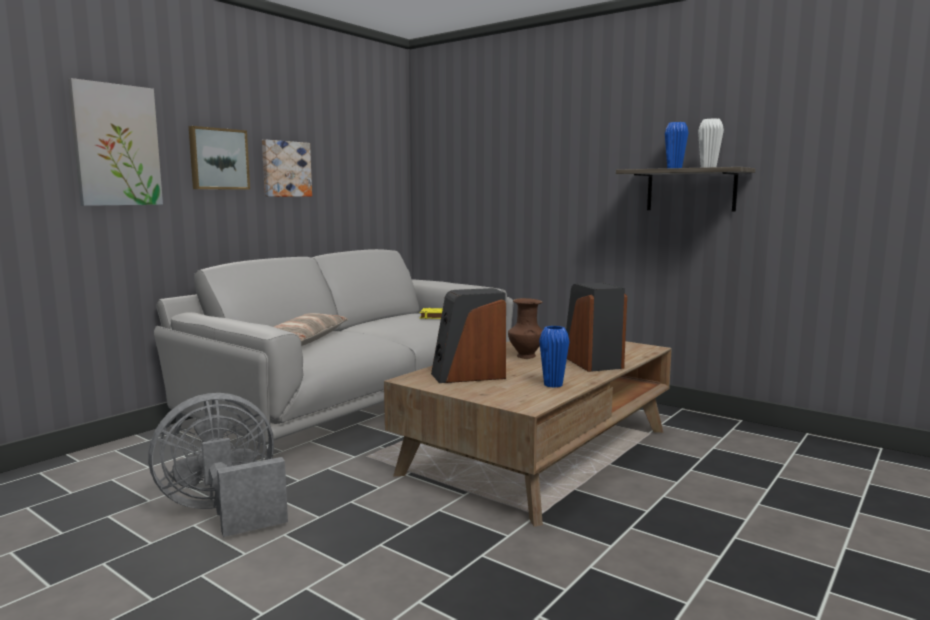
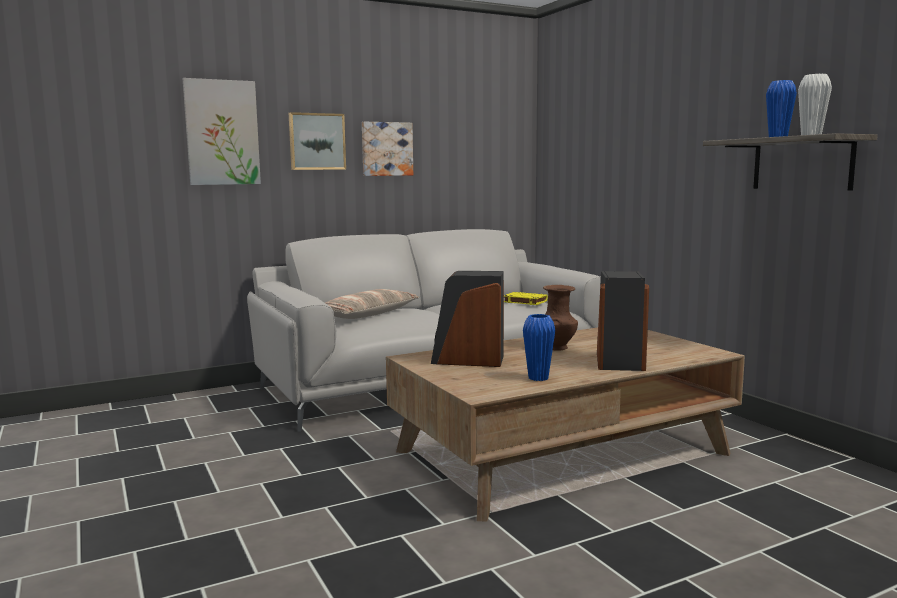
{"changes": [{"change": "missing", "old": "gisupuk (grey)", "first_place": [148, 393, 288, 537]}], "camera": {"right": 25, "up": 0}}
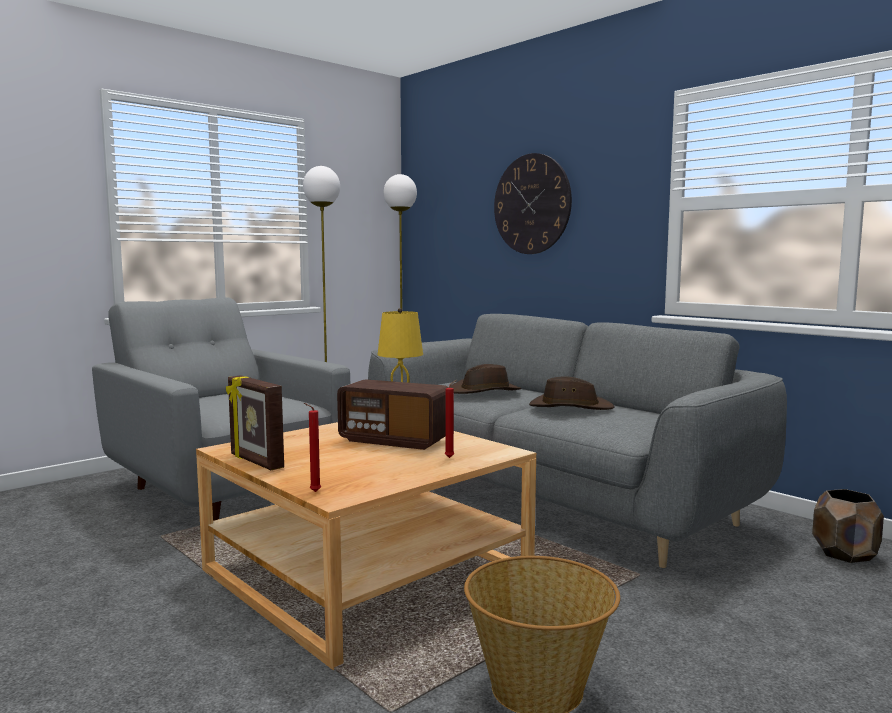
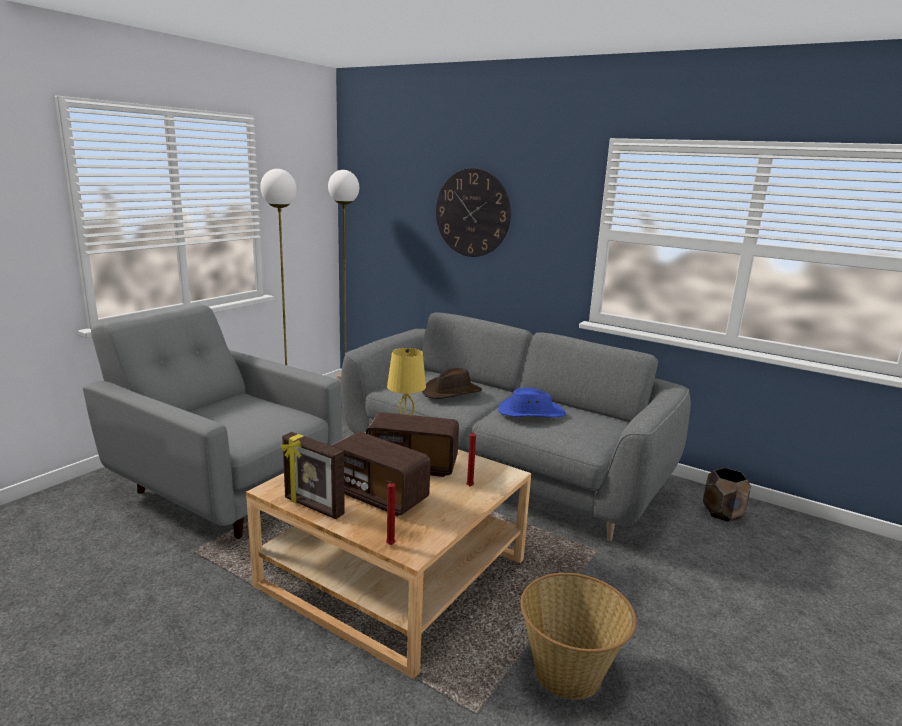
{"changes": [{"change": "colour", "old": "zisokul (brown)", "new": "zisokul (blue)", "first_place": [529, 376, 614, 410], "second_place": [498, 387, 566, 418]}, {"change": "appeared", "new": "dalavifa", "second_place": [331, 432, 431, 516]}], "camera": {"right": -15, "up": 10}}
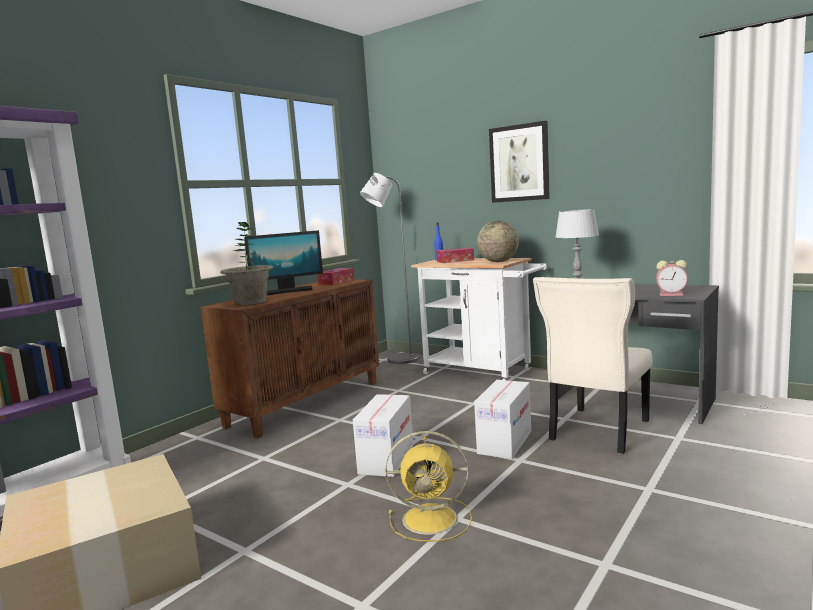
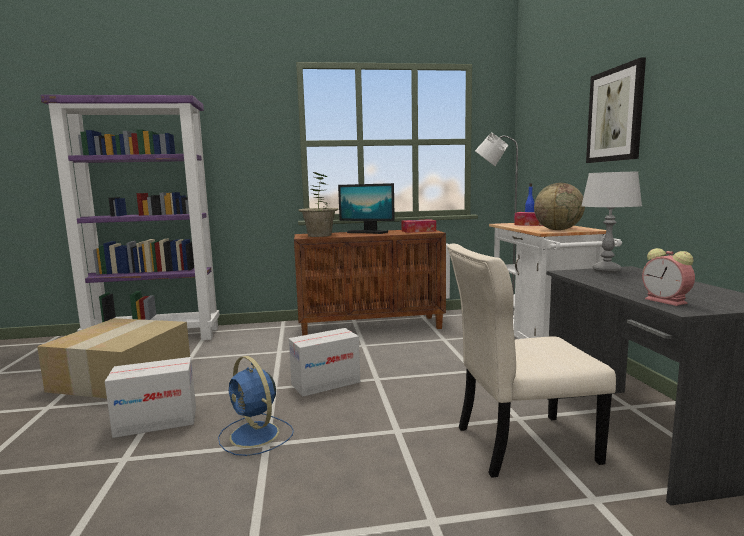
{"changes": [{"change": "relocated", "old": "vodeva", "first_place": [474, 380, 531, 459], "second_place": [105, 357, 196, 438]}, {"change": "colour", "old": "gisupuk (yellow)", "new": "gisupuk (blue)", "first_place": [385, 431, 472, 541], "second_place": [218, 356, 294, 456]}], "camera": {"right": 45, "up": 0}}
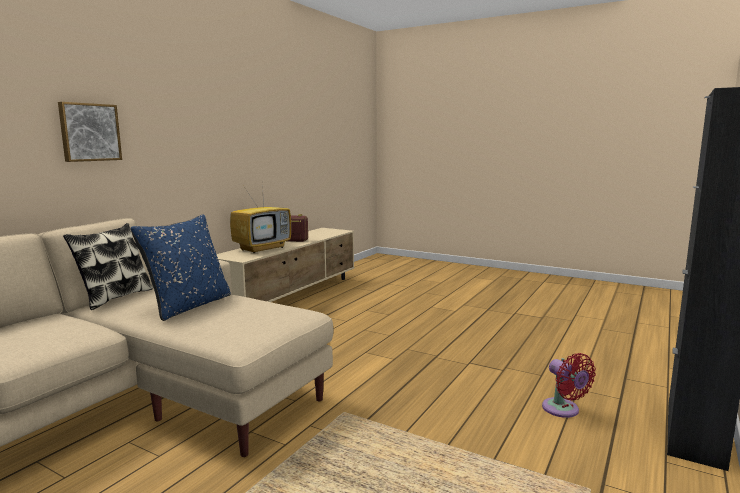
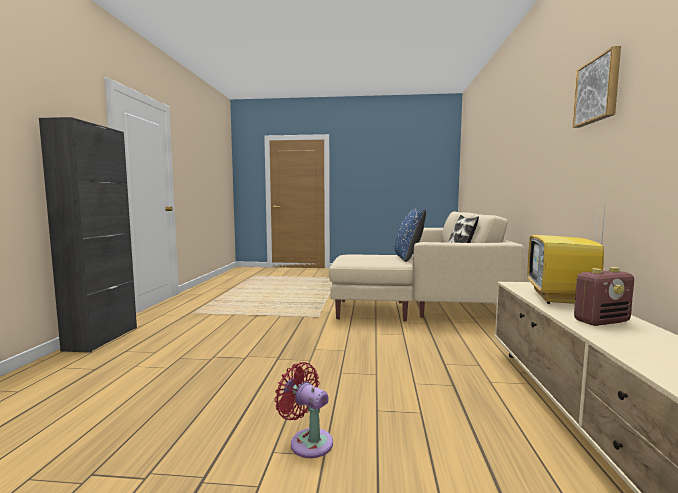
{"changes": [{"change": "relocated", "old": "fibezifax", "first_place": [58, 102, 122, 162], "second_place": [572, 46, 621, 128]}, {"change": "relocated", "old": "gisupuk (red)", "first_place": [542, 353, 596, 418], "second_place": [274, 362, 333, 458]}], "camera": {"right": 155, "up": -5}}
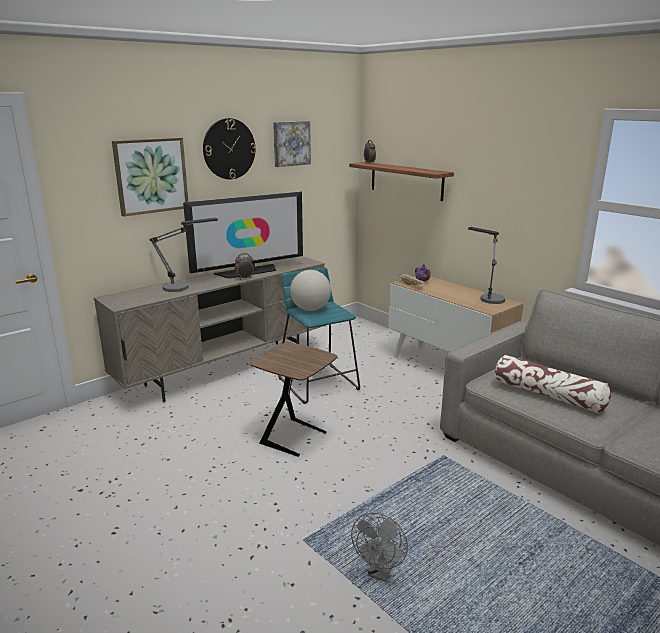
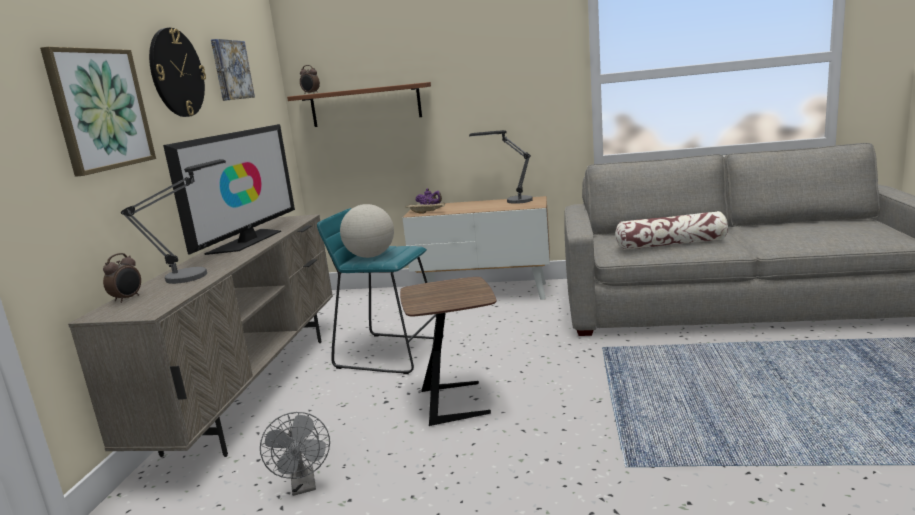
{"changes": [{"change": "relocated", "old": "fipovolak", "first_place": [234, 253, 254, 279], "second_place": [103, 253, 141, 303]}, {"change": "relocated", "old": "gisupuk (grey)", "first_place": [351, 513, 408, 582], "second_place": [260, 412, 330, 496]}], "camera": {"right": -40, "up": -5}}
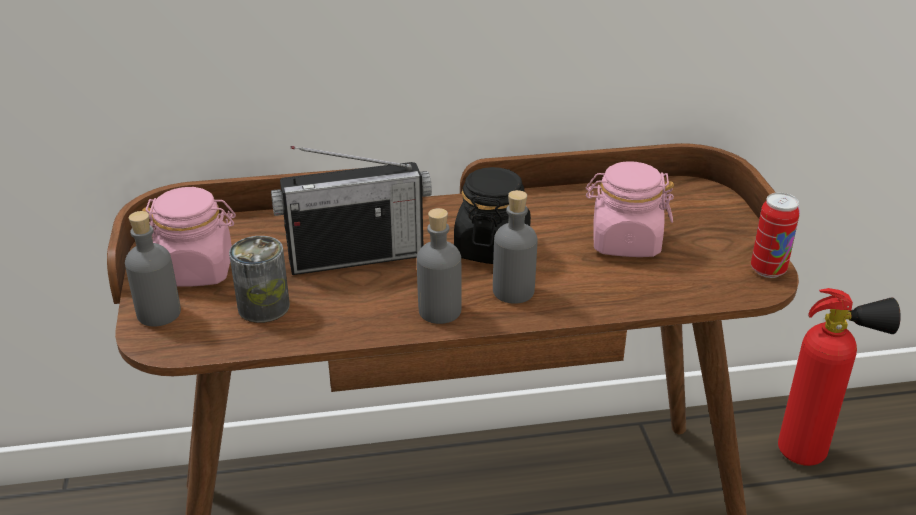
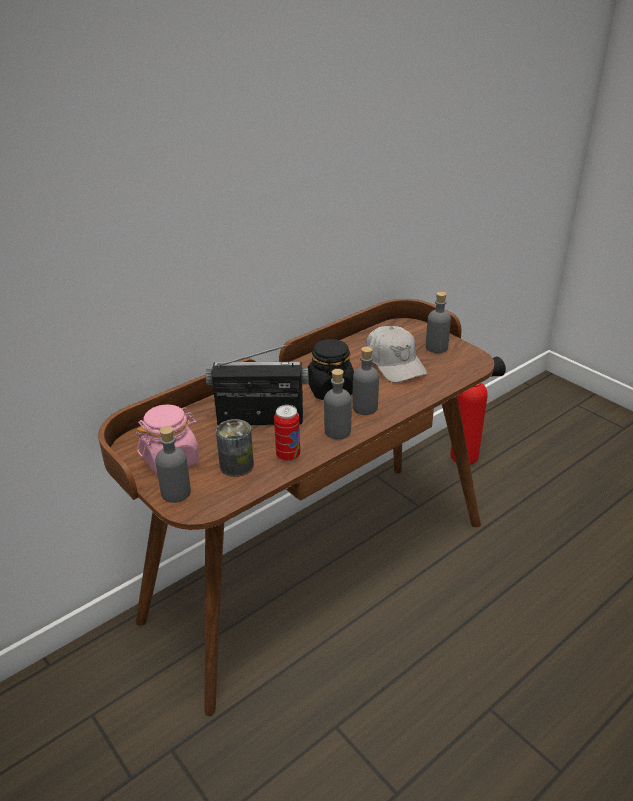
{"changes": [{"change": "spun", "old": "dalavifa", "first_place": [271, 146, 432, 275], "second_place": [206, 343, 308, 425], "degrees": -135}, {"change": "exchanged", "old": "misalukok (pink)", "new": "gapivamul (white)", "first_place": [586, 161, 674, 257], "second_place": [366, 326, 427, 383]}, {"change": "relocated", "old": "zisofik", "first_place": [751, 193, 800, 278], "second_place": [274, 405, 300, 462]}, {"change": "appeared", "new": "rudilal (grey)", "second_place": [426, 292, 451, 353]}], "camera": {"right": -30, "up": 0}}
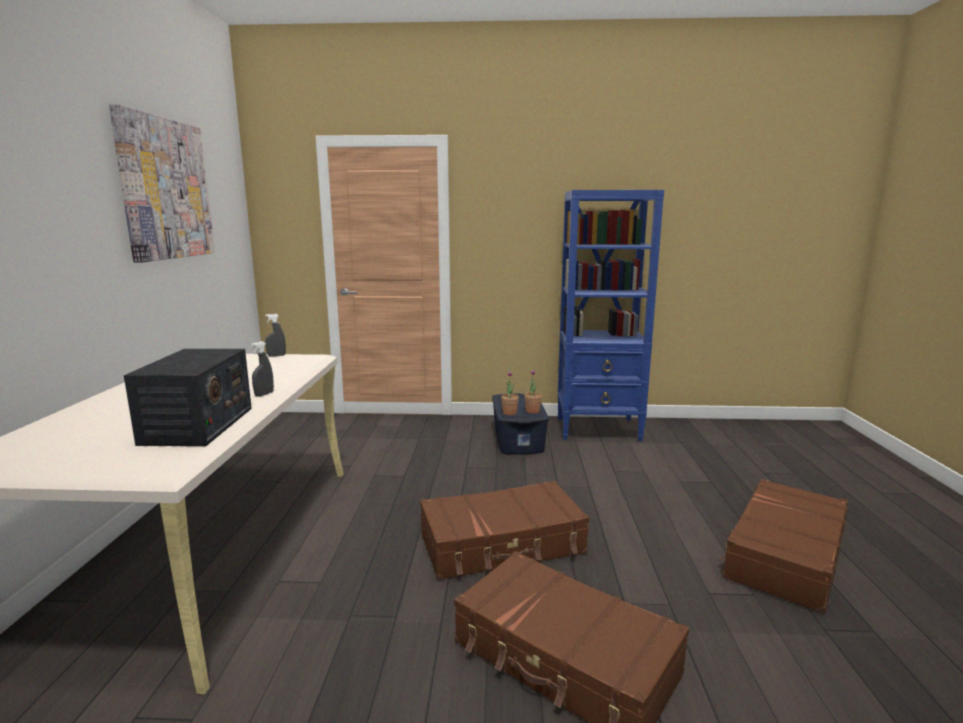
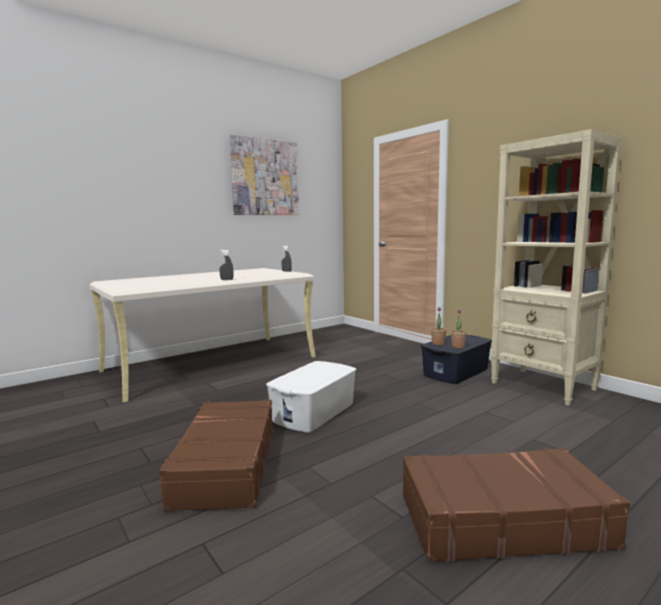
{"changes": [{"change": "colour", "old": "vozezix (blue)", "new": "vozezix (beige)", "first_place": [558, 190, 664, 441], "second_place": [491, 129, 622, 406]}, {"change": "missing", "old": "dalavifa", "first_place": [124, 349, 252, 446]}, {"change": "exchanged", "old": "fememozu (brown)", "new": "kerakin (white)", "first_place": [420, 481, 589, 580], "second_place": [266, 361, 356, 433]}], "camera": {"right": 50, "up": -5}}
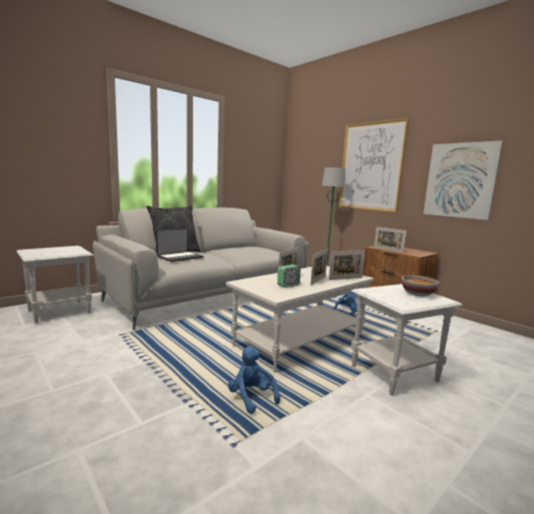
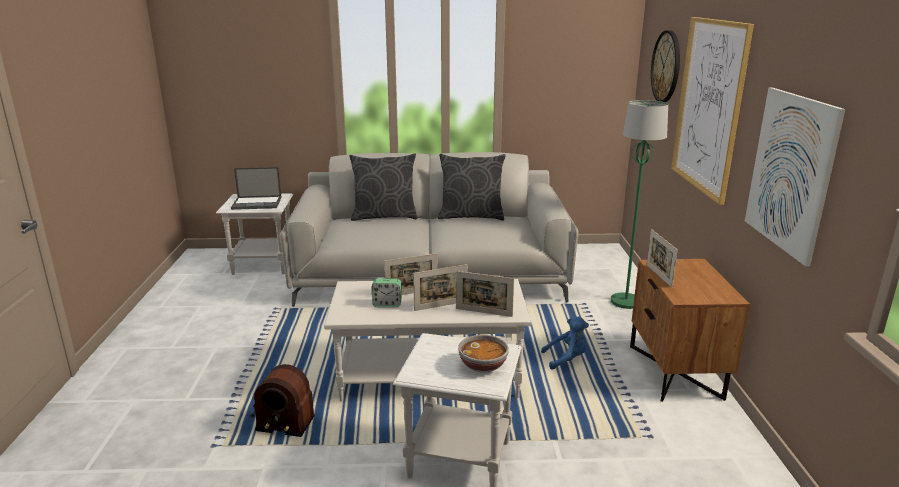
{"changes": [{"change": "relocated", "old": "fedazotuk", "first_place": [156, 228, 204, 262], "second_place": [231, 167, 282, 210]}, {"change": "exchanged", "old": "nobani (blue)", "new": "dalavifa", "first_place": [228, 346, 280, 414], "second_place": [250, 364, 315, 437]}, {"change": "appeared", "new": "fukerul", "second_place": [651, 30, 680, 102]}, {"change": "appeared", "new": "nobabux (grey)", "second_place": [438, 154, 506, 221]}], "camera": {"right": 40, "up": 10}}
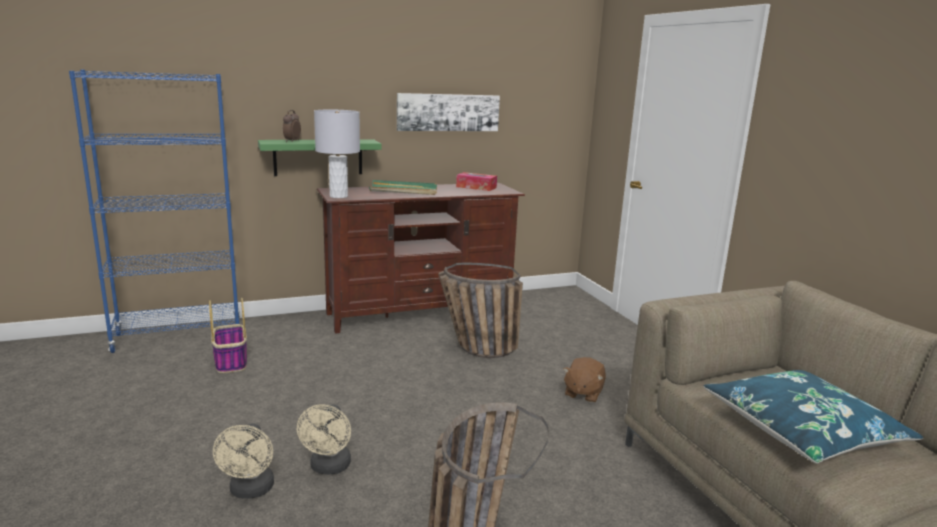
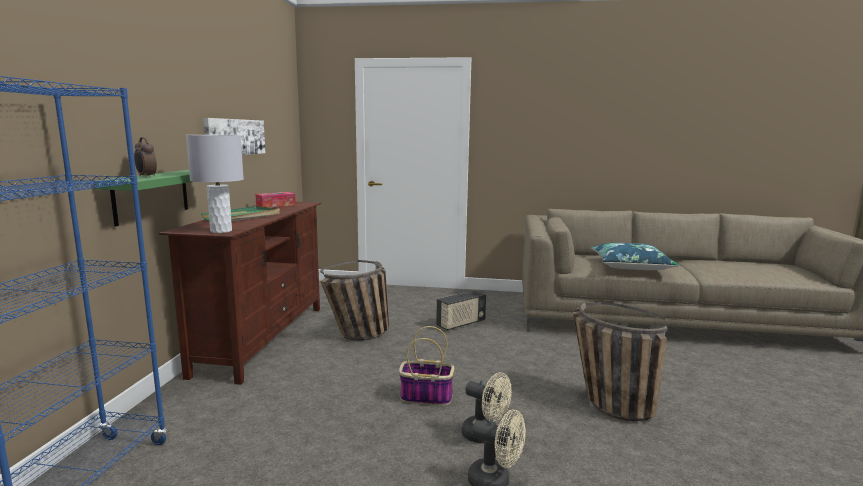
{"changes": [{"change": "relocated", "old": "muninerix", "first_place": [209, 298, 247, 373], "second_place": [399, 326, 454, 406]}, {"change": "exchanged", "old": "nobani (brown)", "new": "dalavifa", "first_place": [563, 357, 606, 403], "second_place": [436, 290, 486, 330]}], "camera": {"right": -60, "up": -5}}
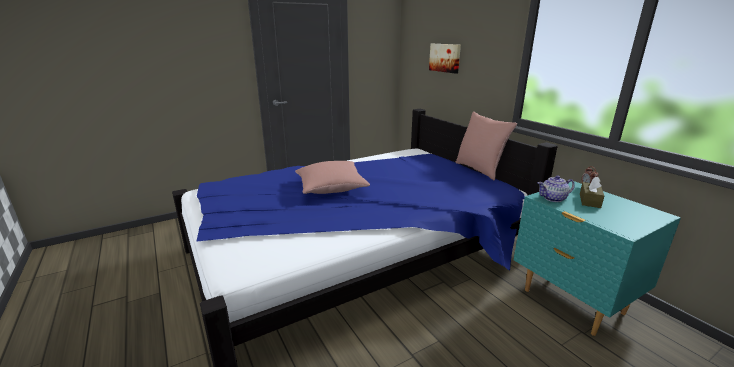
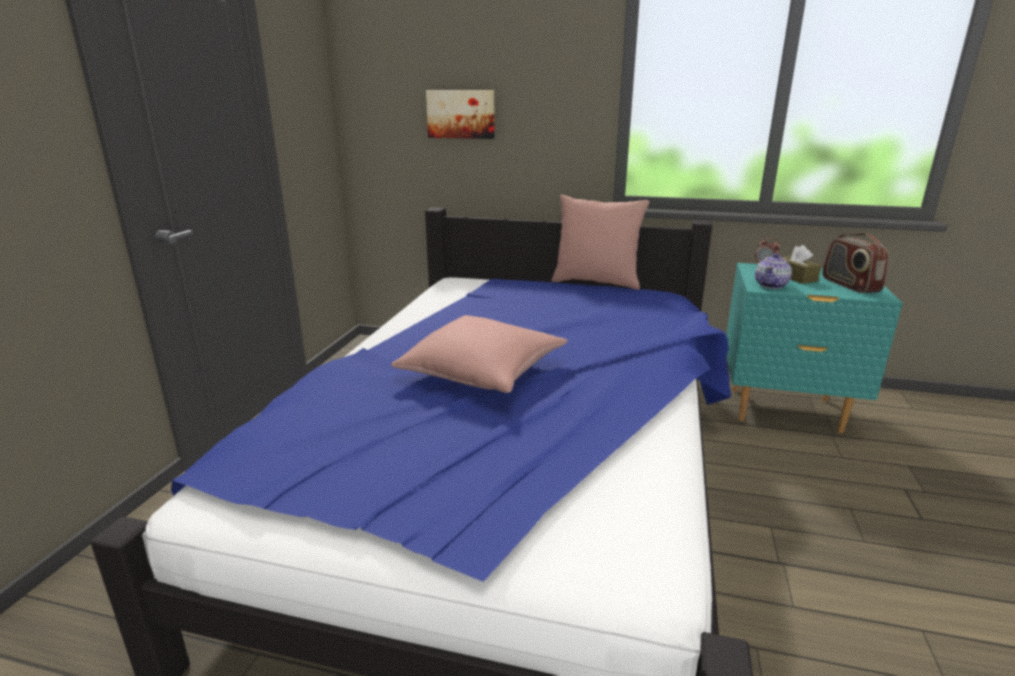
{"changes": [{"change": "appeared", "new": "dalavifa", "second_place": [822, 233, 889, 293]}], "camera": {"right": -45, "up": 0}}
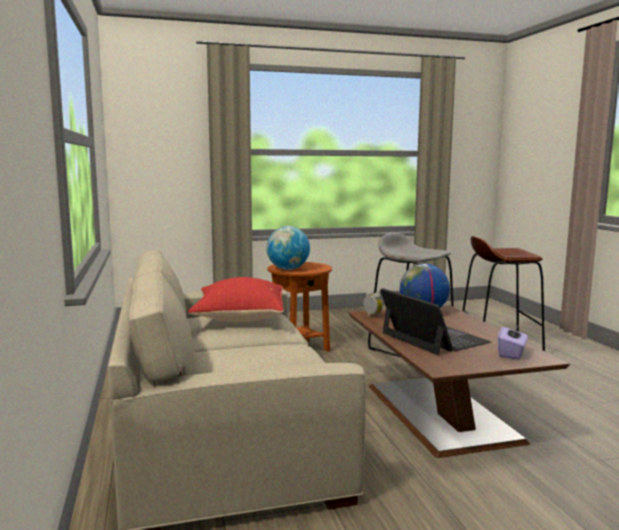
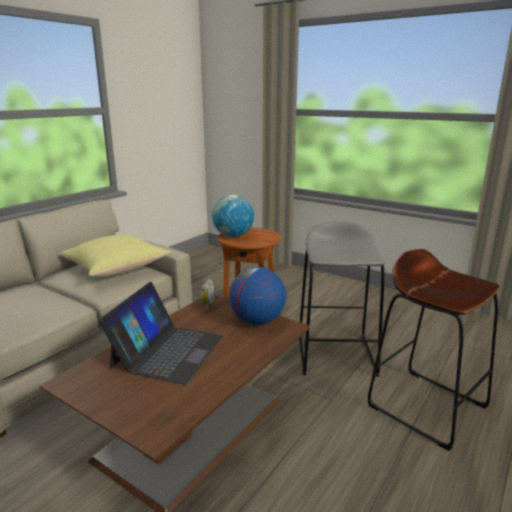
{"changes": [{"change": "colour", "old": "nobabux (red)", "new": "nobabux (yellow)", "first_place": [188, 277, 284, 322], "second_place": [58, 234, 171, 277]}, {"change": "missing", "old": "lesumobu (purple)", "first_place": [498, 323, 528, 360]}], "camera": {"right": 50, "up": 10}}
